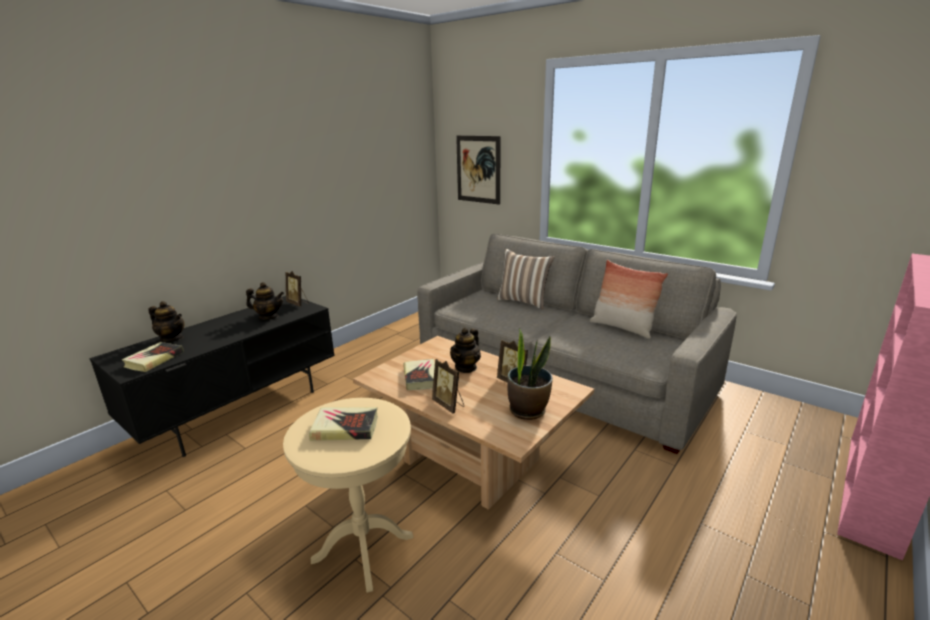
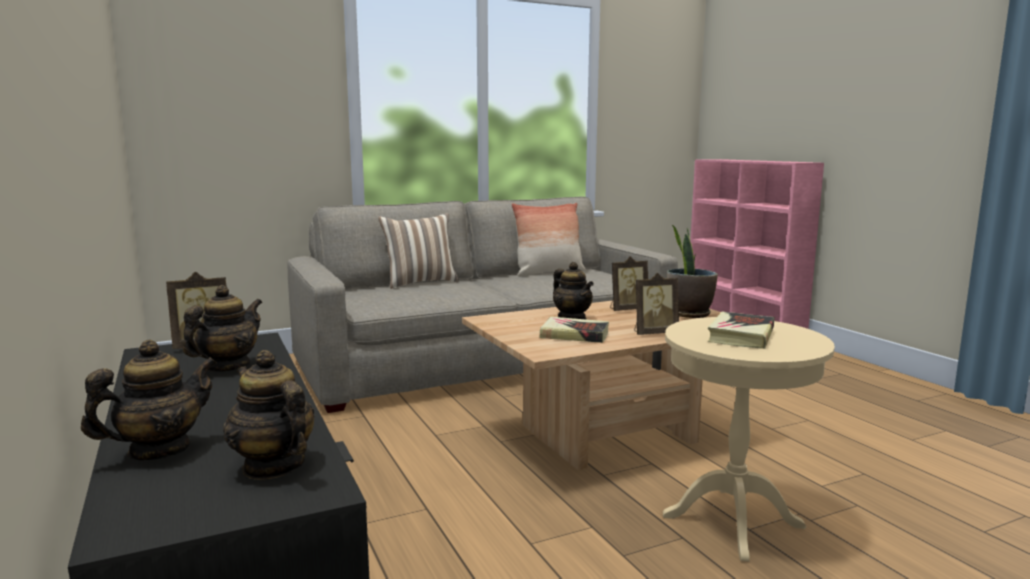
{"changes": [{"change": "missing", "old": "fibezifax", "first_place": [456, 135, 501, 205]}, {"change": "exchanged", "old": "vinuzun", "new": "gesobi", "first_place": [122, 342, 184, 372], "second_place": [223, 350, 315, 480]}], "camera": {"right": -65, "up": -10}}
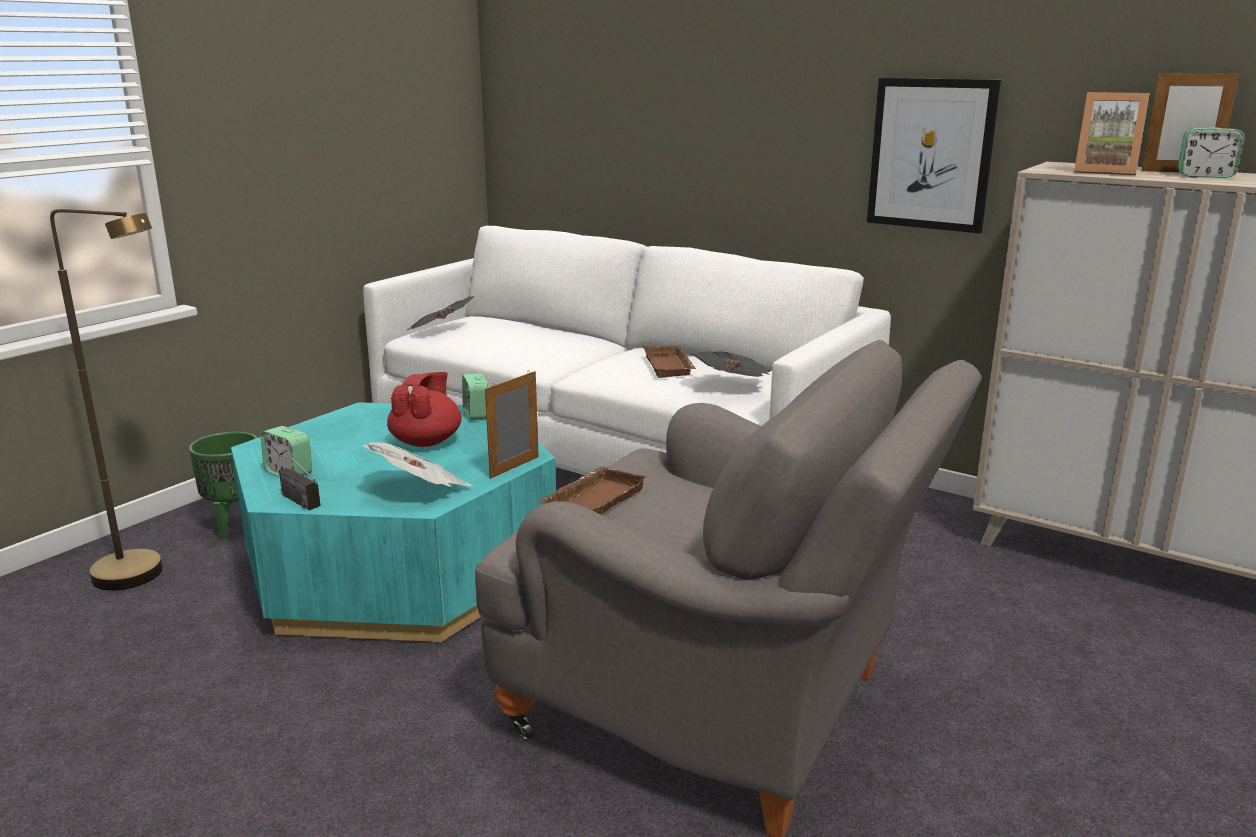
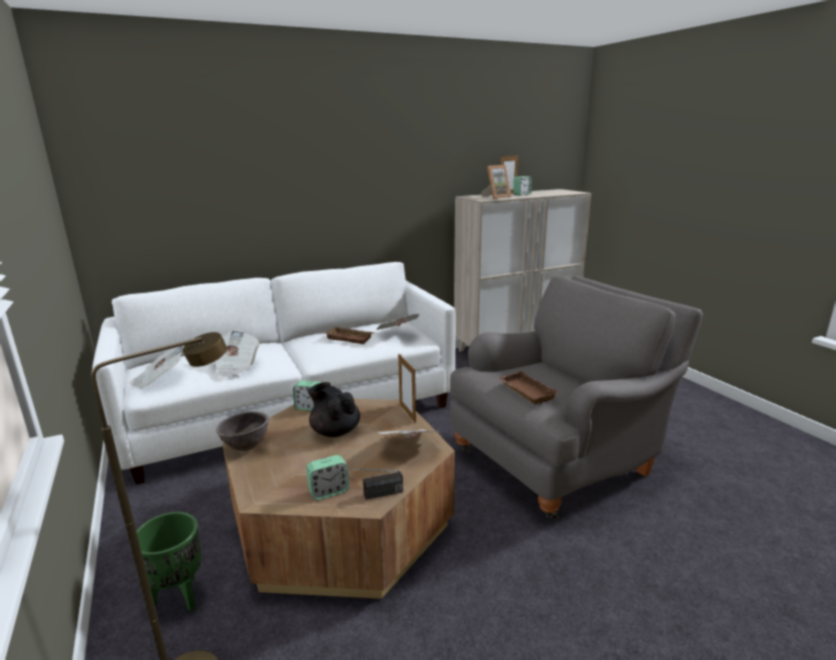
{"changes": [{"change": "missing", "old": "fibezifax", "first_place": [867, 78, 1001, 233]}, {"change": "colour", "old": "gesobi (red)", "new": "gesobi (black)", "first_place": [387, 372, 462, 447], "second_place": [308, 382, 360, 437]}, {"change": "colour", "old": "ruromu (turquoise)", "new": "ruromu (brown)", "first_place": [231, 402, 556, 642], "second_place": [222, 399, 455, 599]}, {"change": "appeared", "new": "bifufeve", "second_place": [210, 330, 260, 378]}, {"change": "appeared", "new": "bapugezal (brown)", "second_place": [216, 411, 269, 451]}], "camera": {"right": -60, "up": 0}}
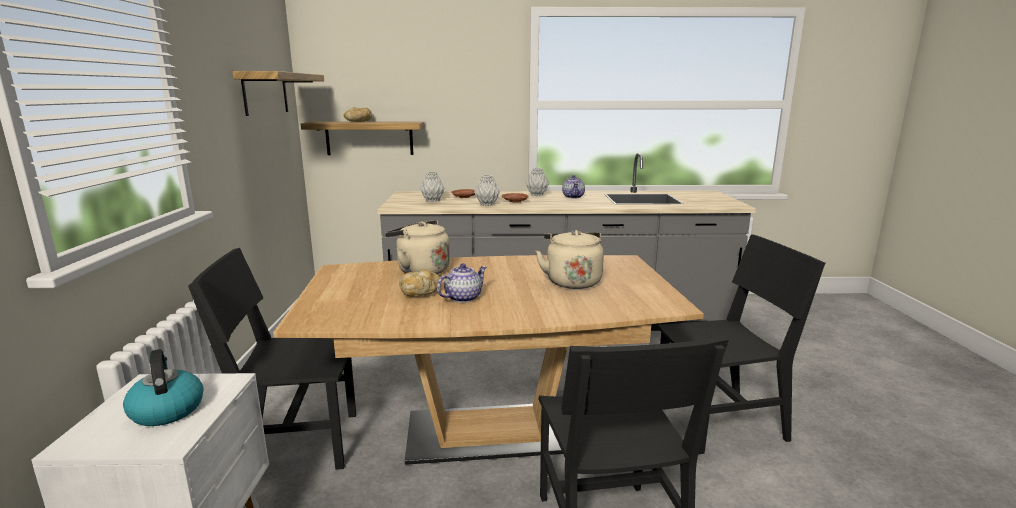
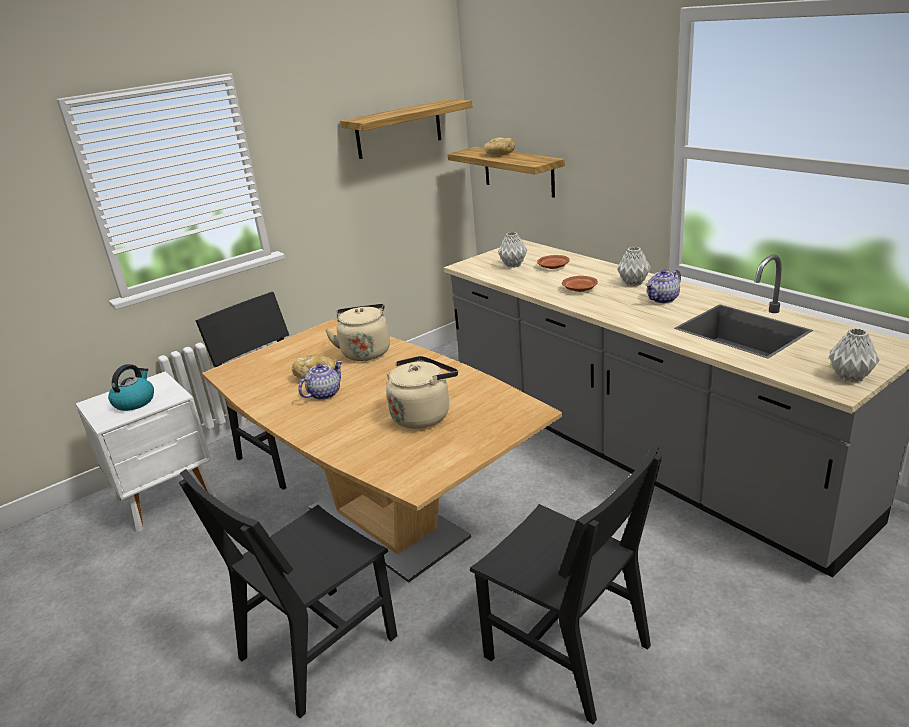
{"changes": [{"change": "relocated", "old": "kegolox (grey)", "first_place": [474, 175, 500, 206], "second_place": [829, 328, 880, 382]}, {"change": "spun", "old": "gesobi", "first_place": [437, 263, 487, 303], "second_place": [298, 361, 343, 400], "degrees": -60}], "camera": {"right": 55, "up": 10}}
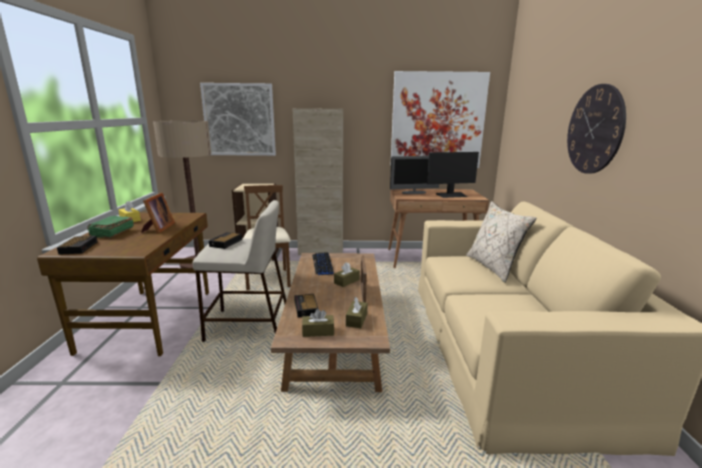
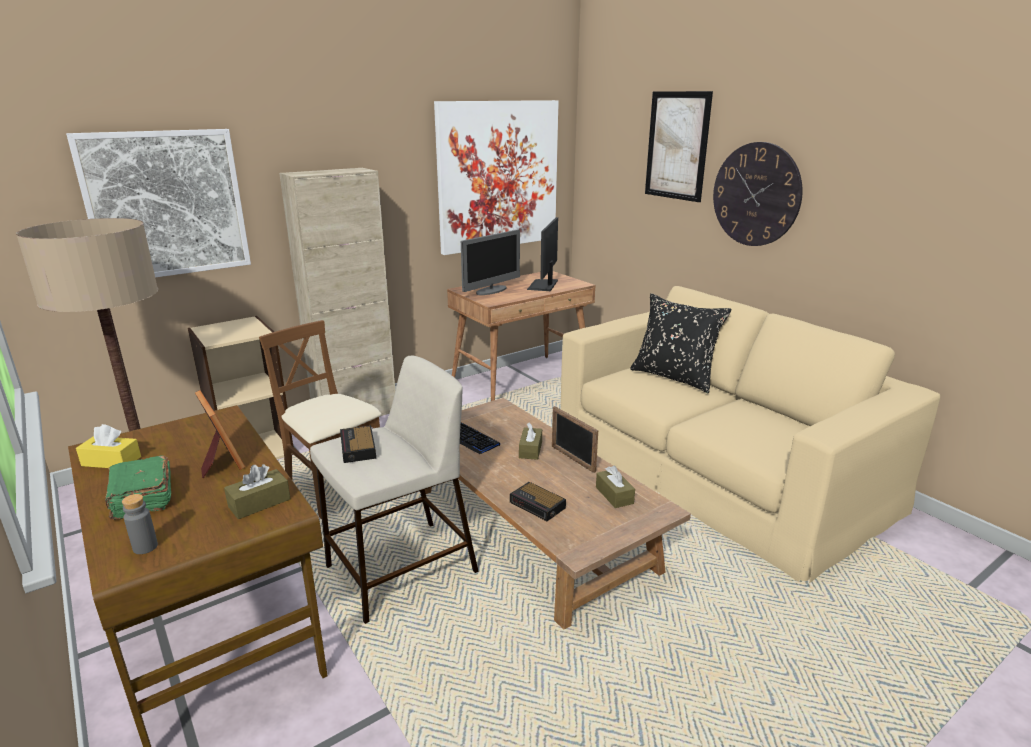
{"changes": [{"change": "spun", "old": "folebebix", "first_place": [427, 152, 479, 198], "second_place": [527, 217, 558, 291], "degrees": 150}, {"change": "colour", "old": "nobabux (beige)", "new": "nobabux (black)", "first_place": [466, 201, 537, 283], "second_place": [630, 293, 732, 393]}, {"change": "exchanged", "old": "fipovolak", "new": "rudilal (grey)", "first_place": [57, 236, 98, 255], "second_place": [122, 494, 158, 554]}, {"change": "relocated", "old": "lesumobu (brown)", "first_place": [302, 309, 334, 337], "second_place": [224, 464, 291, 519]}, {"change": "appeared", "new": "fibezifax", "second_place": [645, 91, 713, 202]}], "camera": {"right": -35, "up": 5}}
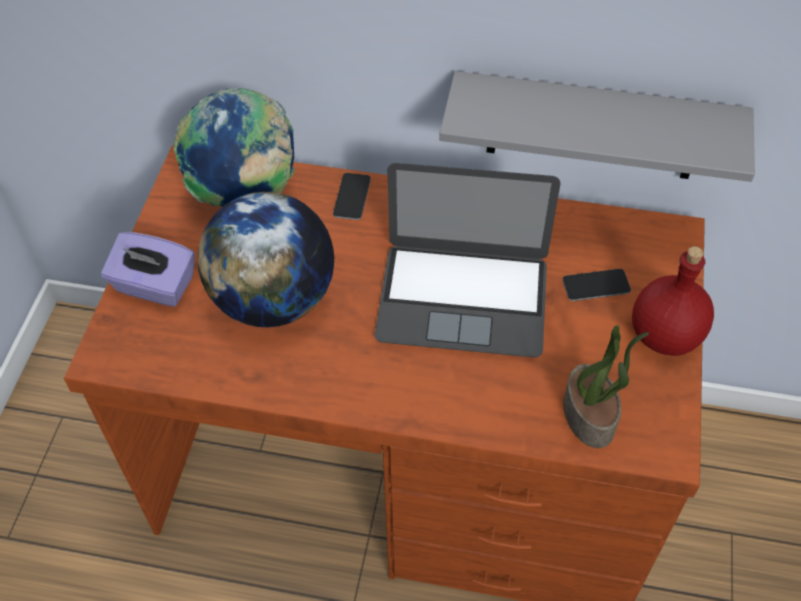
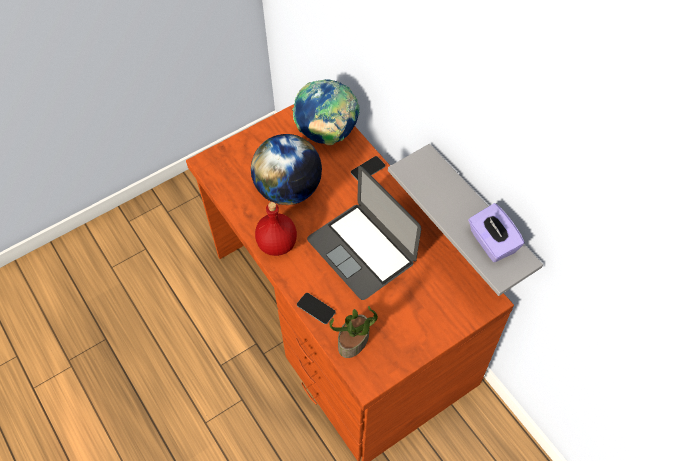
{"changes": [{"change": "relocated", "old": "lesumobu (purple)", "first_place": [101, 232, 195, 307], "second_place": [468, 203, 525, 262]}, {"change": "relocated", "old": "rudilal (red)", "first_place": [632, 246, 714, 356], "second_place": [255, 202, 297, 256]}, {"change": "relocated", "old": "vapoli", "first_place": [563, 269, 631, 301], "second_place": [297, 293, 336, 324]}], "camera": {"right": 45, "up": 5}}
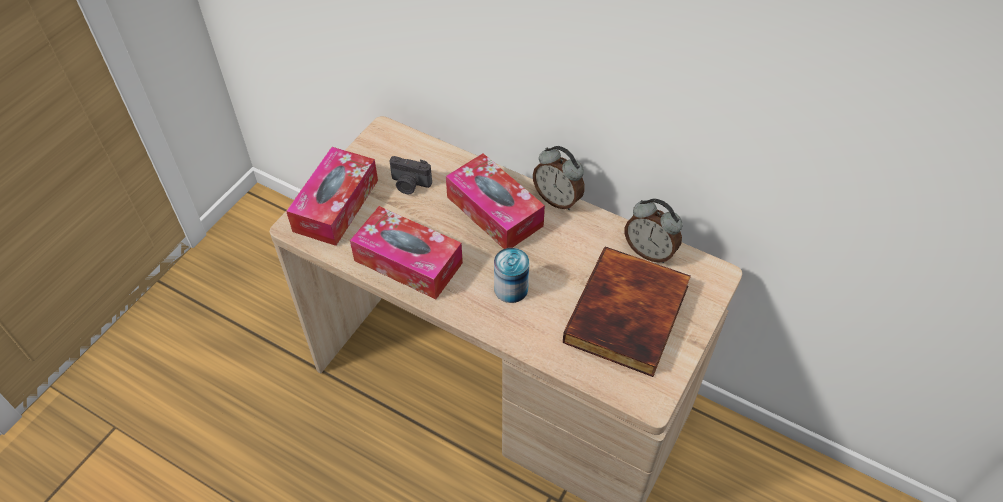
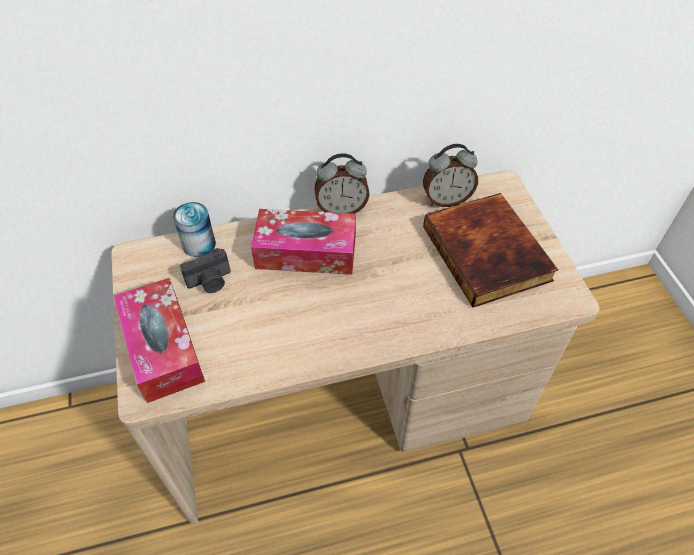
{"changes": [{"change": "missing", "old": "lesumobu", "first_place": [350, 206, 463, 299]}, {"change": "relocated", "old": "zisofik", "first_place": [494, 248, 529, 303], "second_place": [173, 202, 216, 257]}], "camera": {"right": -45, "up": 0}}
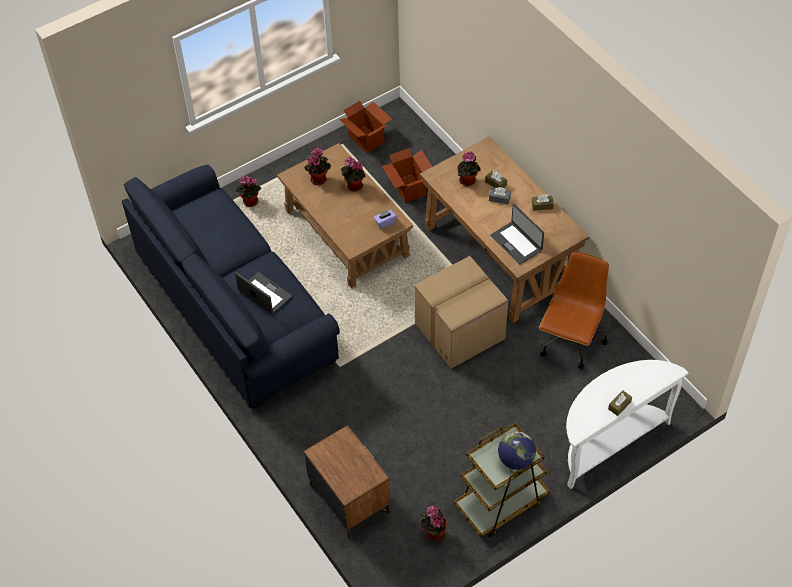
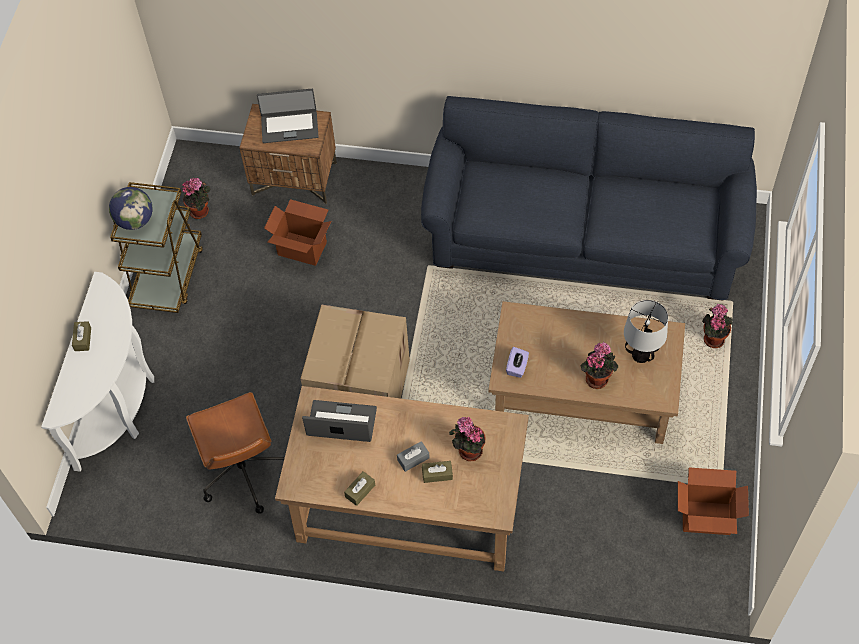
{"changes": [{"change": "exchanged", "old": "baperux", "new": "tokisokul", "first_place": [304, 147, 331, 185], "second_place": [624, 300, 668, 363]}, {"change": "relocated", "old": "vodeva", "first_place": [382, 148, 432, 203], "second_place": [264, 199, 331, 266]}, {"change": "relocated", "old": "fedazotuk", "first_place": [235, 272, 292, 314], "second_place": [257, 89, 319, 143]}], "camera": {"right": 135, "up": 5}}
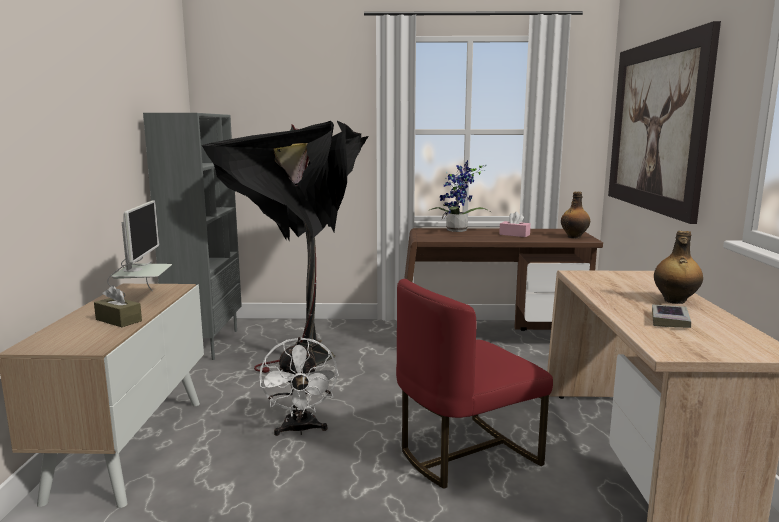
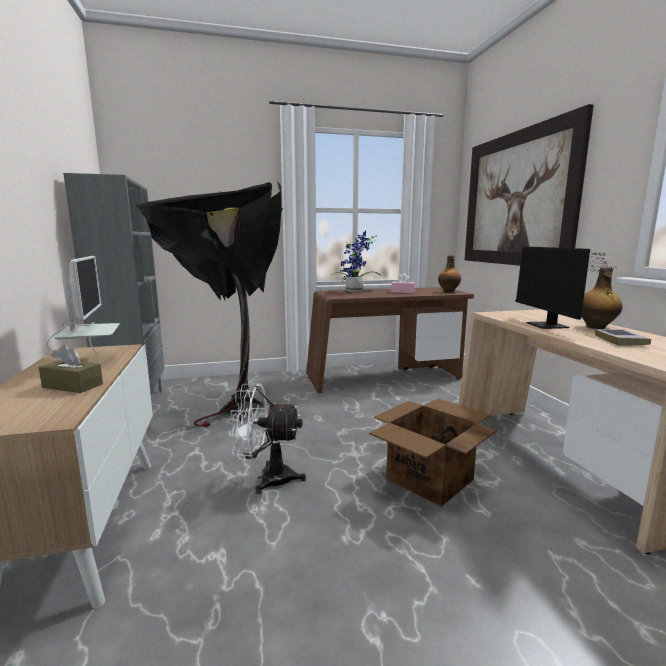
{"changes": [{"change": "exchanged", "old": "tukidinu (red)", "new": "vodeva", "first_place": [396, 279, 553, 489], "second_place": [369, 398, 497, 507]}, {"change": "spun", "old": "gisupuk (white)", "first_place": [260, 337, 339, 436], "second_place": [229, 384, 306, 494], "degrees": 120}, {"change": "appeared", "new": "folebebix", "second_place": [515, 246, 618, 329]}], "camera": {"right": -15, "up": 0}}
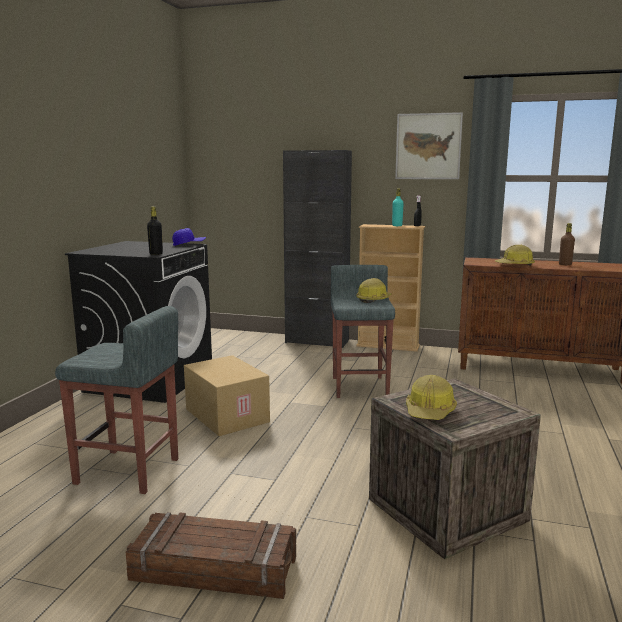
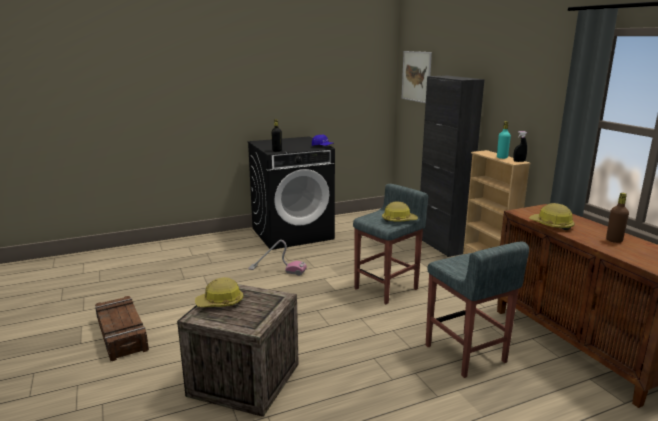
{"changes": [{"change": "relocated", "old": "fibezifax", "first_place": [395, 112, 463, 179], "second_place": [402, 51, 432, 103]}, {"change": "relocated", "old": "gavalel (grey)", "first_place": [55, 306, 178, 494], "second_place": [426, 241, 529, 378]}, {"change": "exchanged", "old": "vodeva", "new": "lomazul", "first_place": [184, 355, 270, 436], "second_place": [248, 240, 307, 276]}], "camera": {"right": 50, "up": 5}}
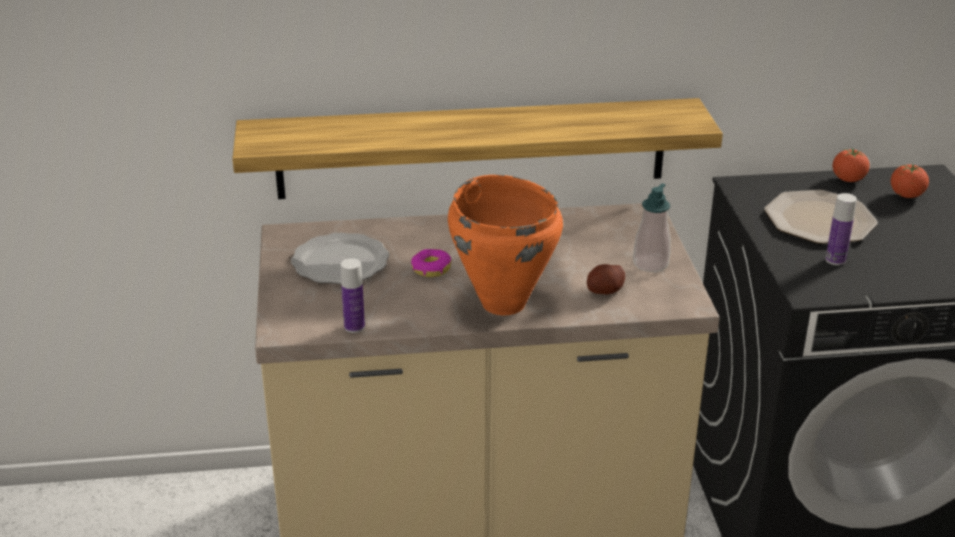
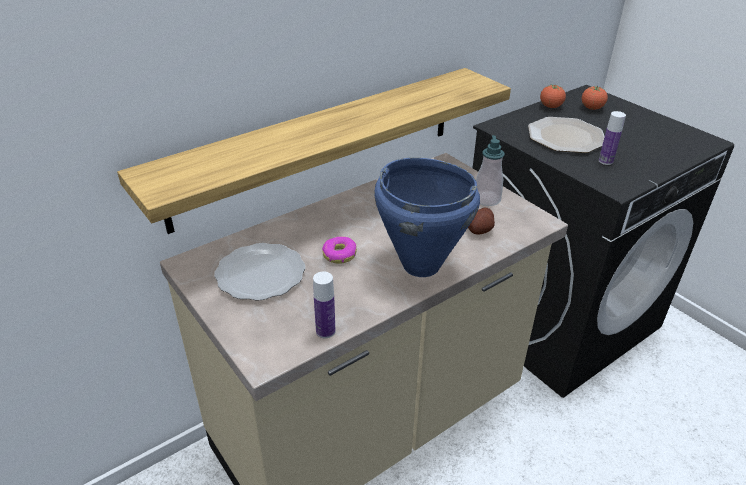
{"changes": [{"change": "colour", "old": "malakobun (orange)", "new": "malakobun (blue)", "first_place": [448, 175, 563, 315], "second_place": [374, 158, 480, 277]}], "camera": {"right": -30, "up": 5}}
